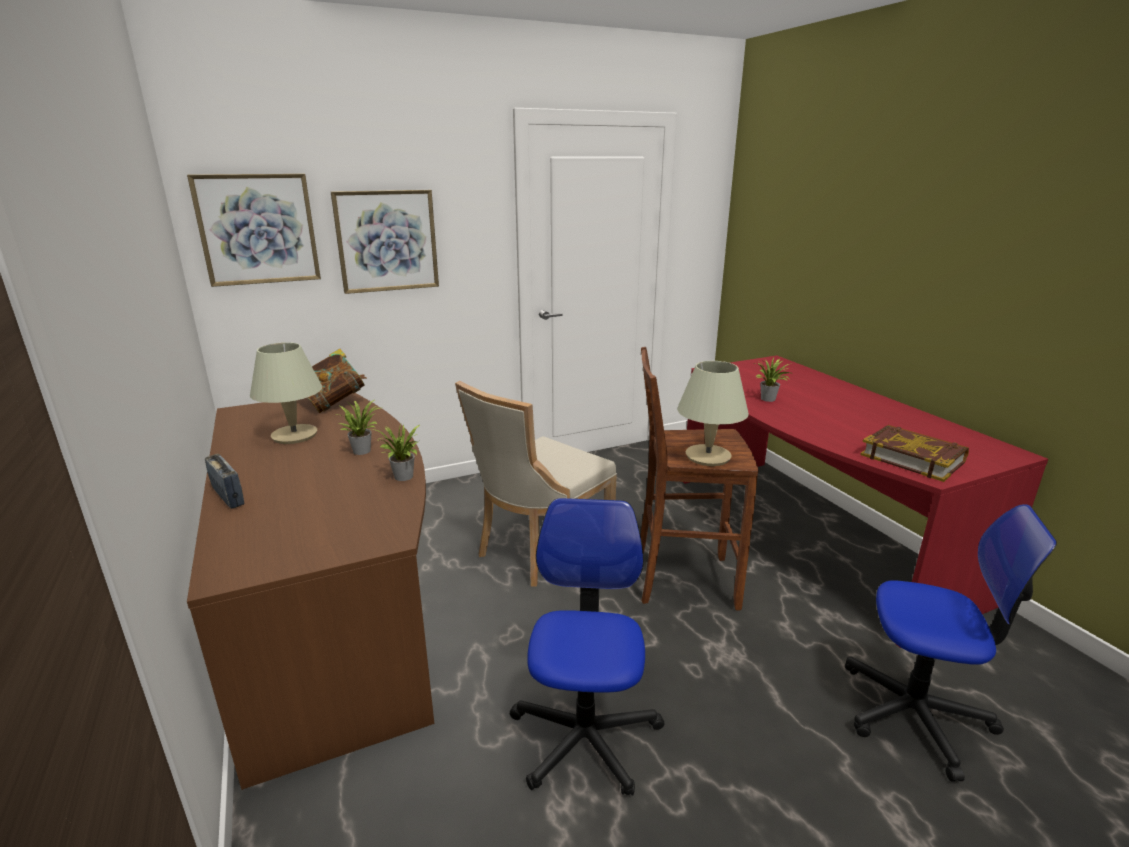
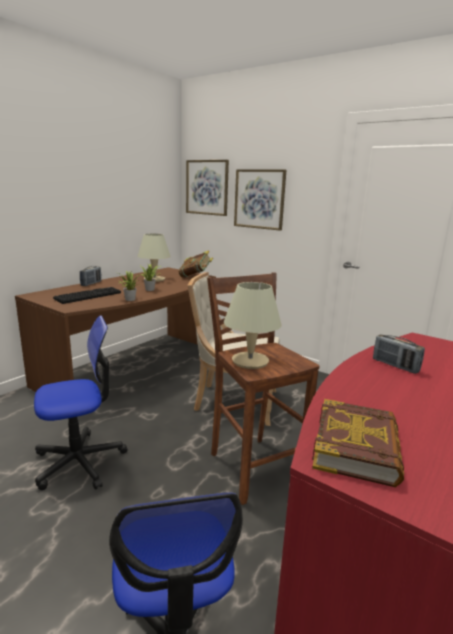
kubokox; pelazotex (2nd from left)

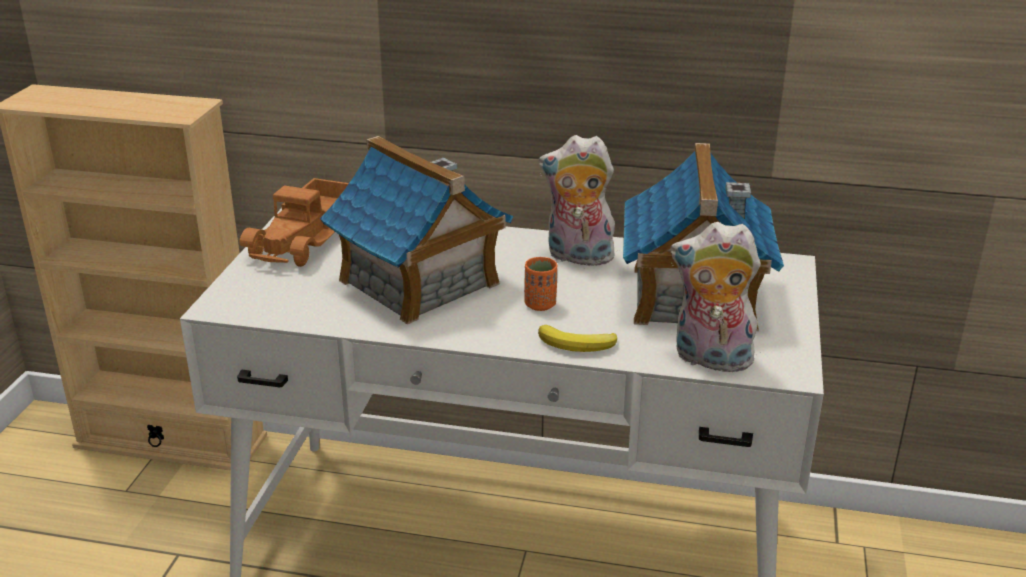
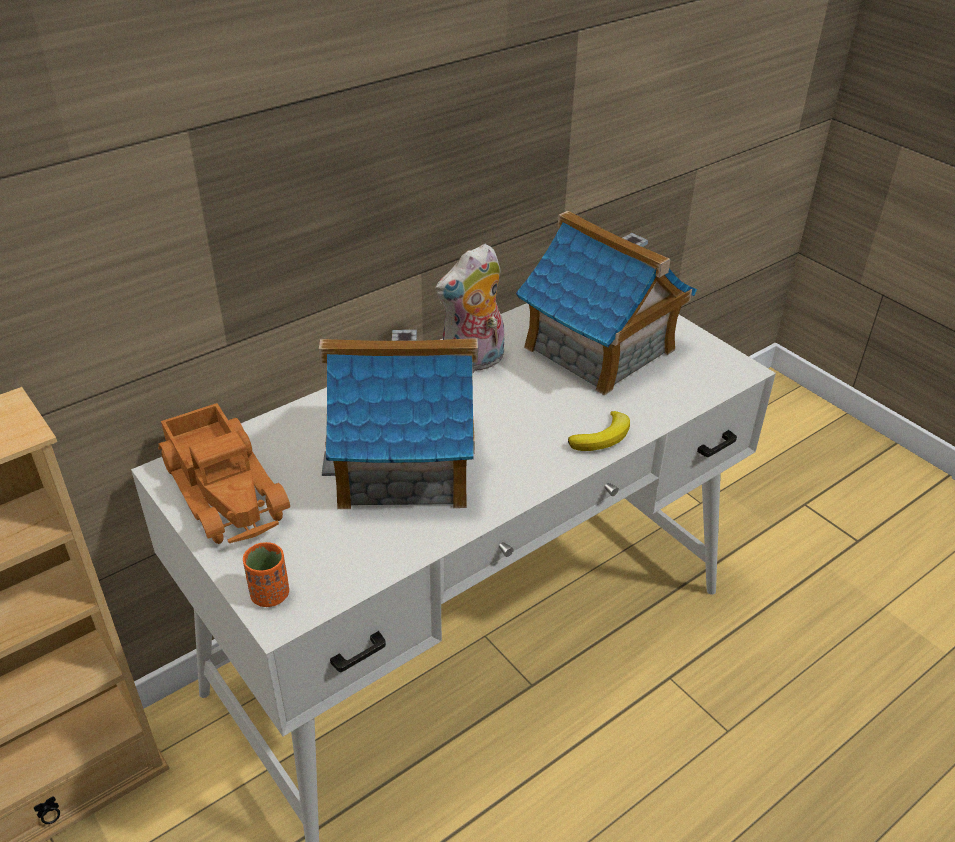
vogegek (2nd from left in the first image); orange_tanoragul

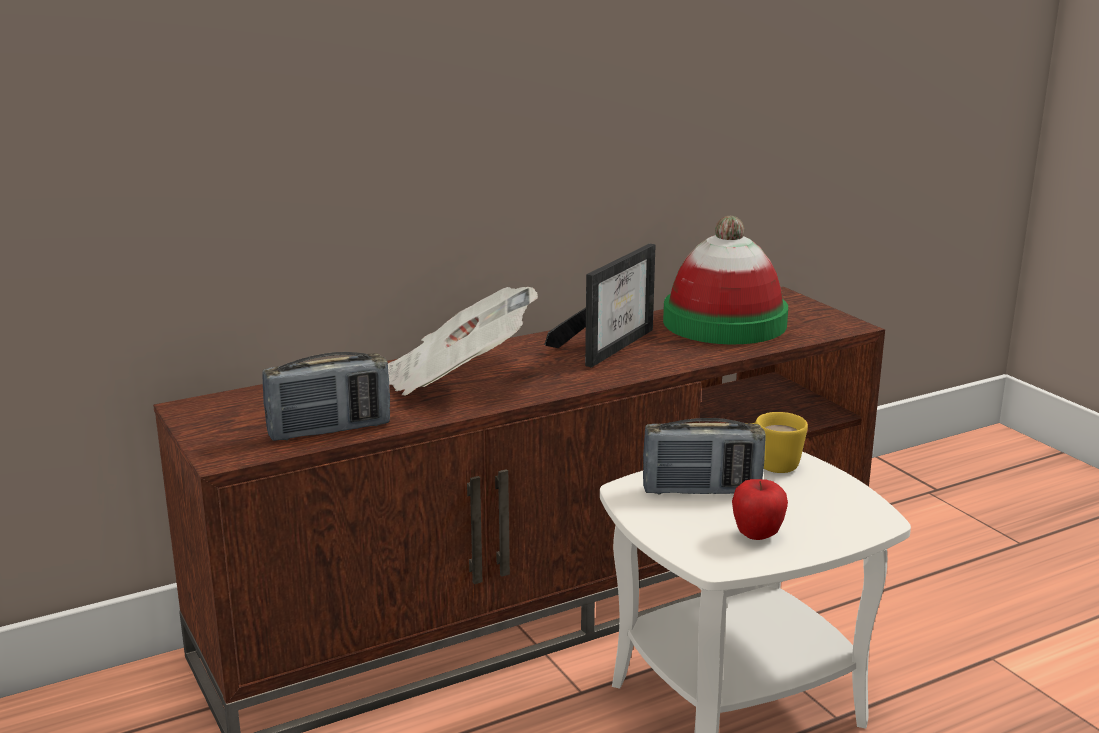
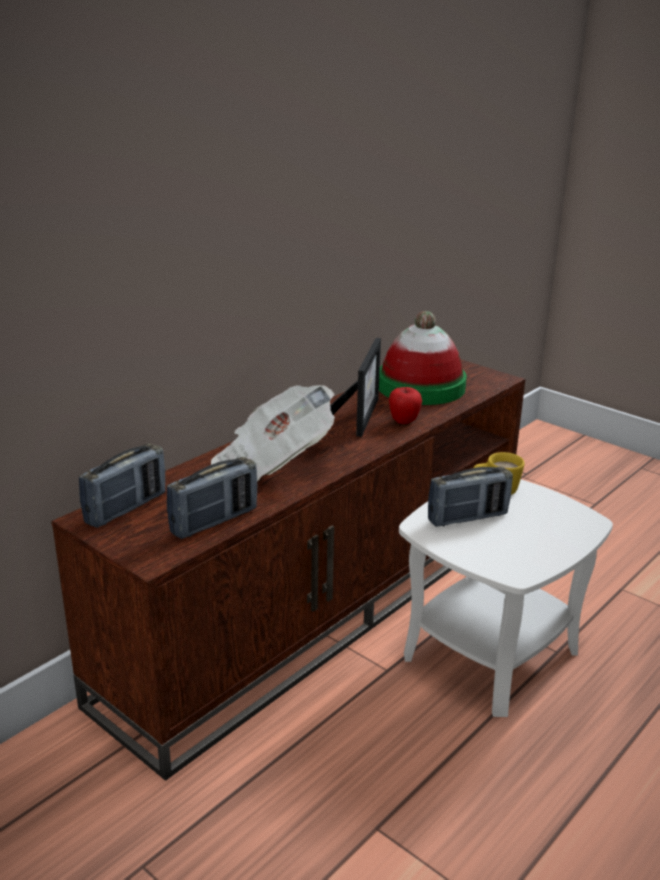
pelazotex (1st from left); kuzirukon

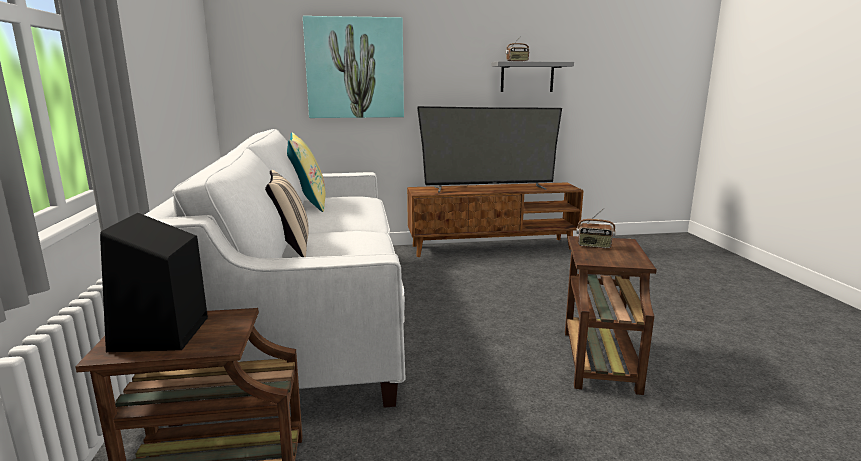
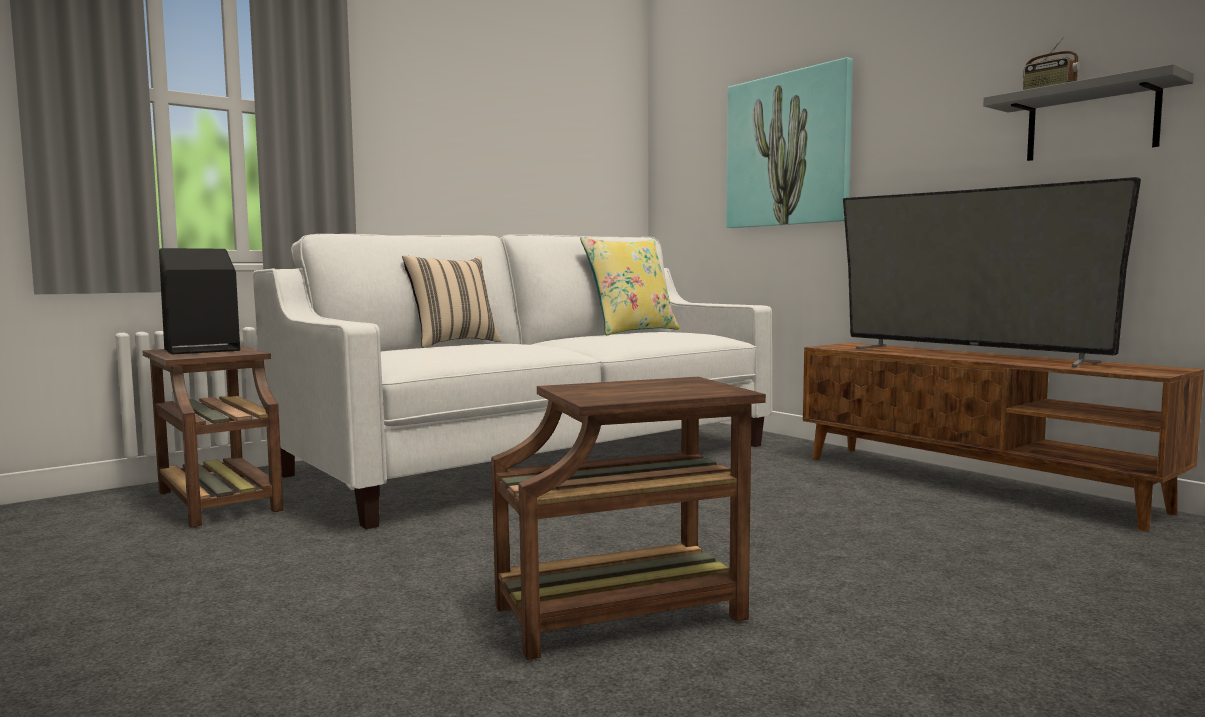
pelazotex (2nd from left in the first image)

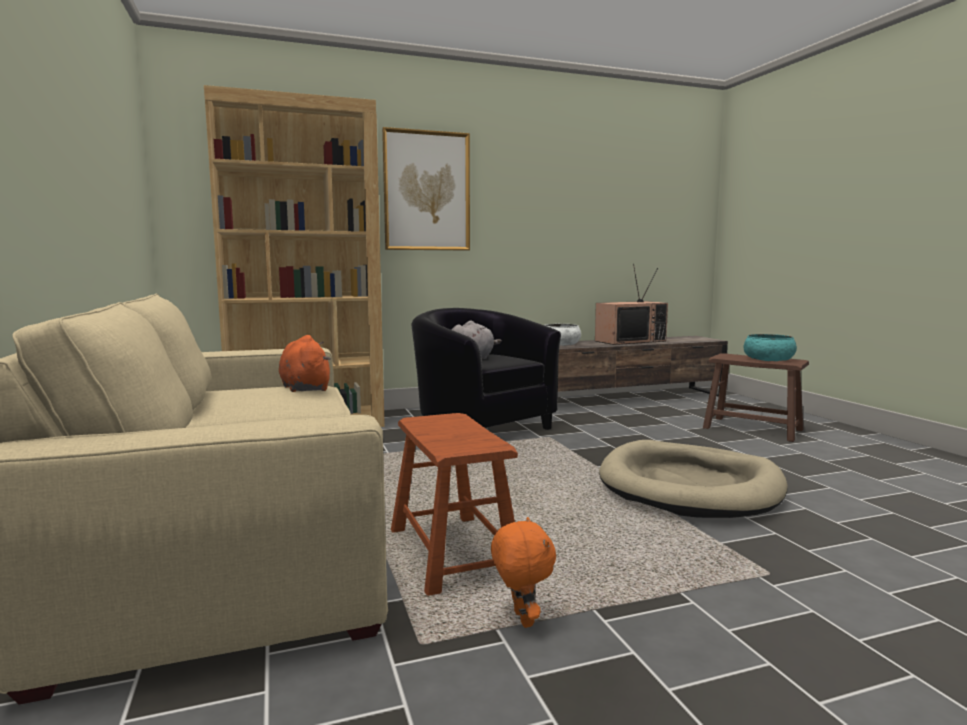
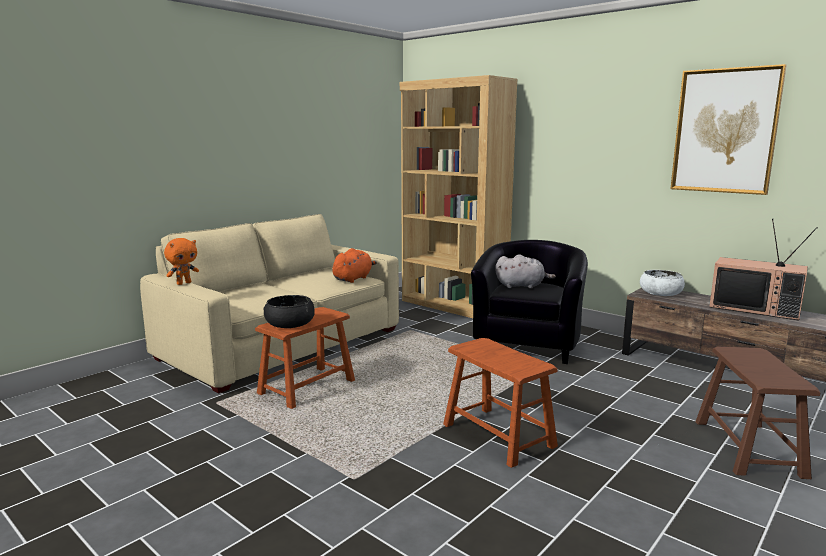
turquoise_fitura; black_fitura; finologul; orange_vogegek (1st from left); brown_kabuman (2nd from left)

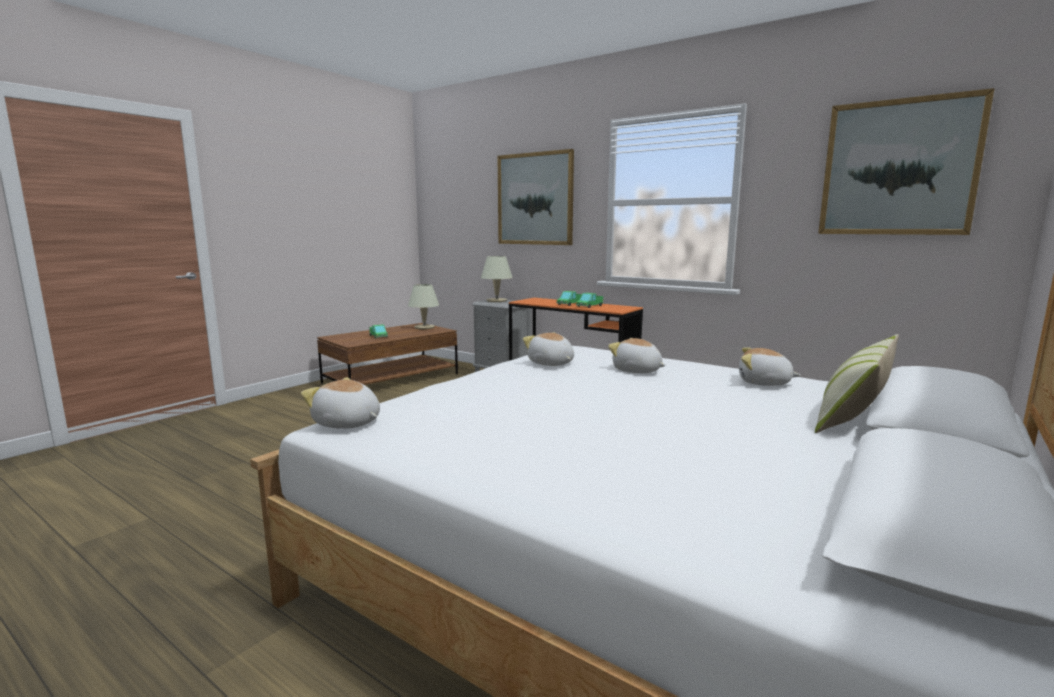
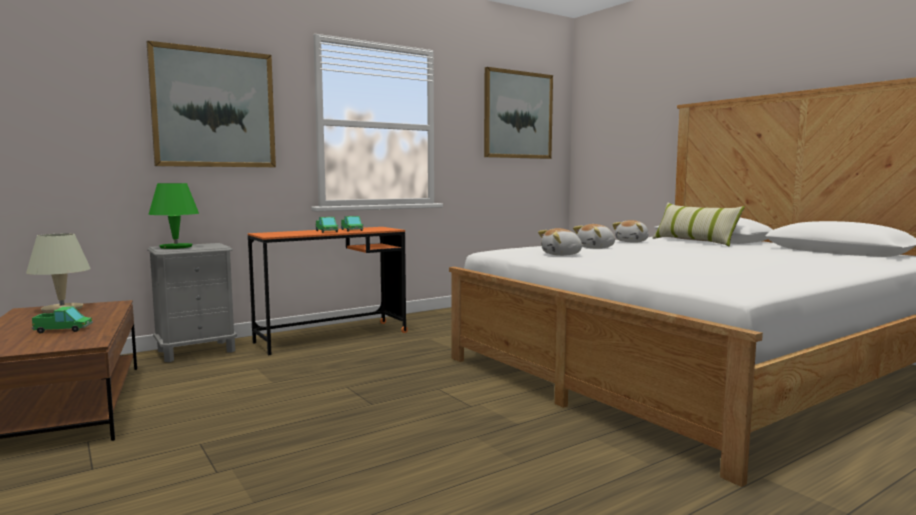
vogegek (1st from left in the first image); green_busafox

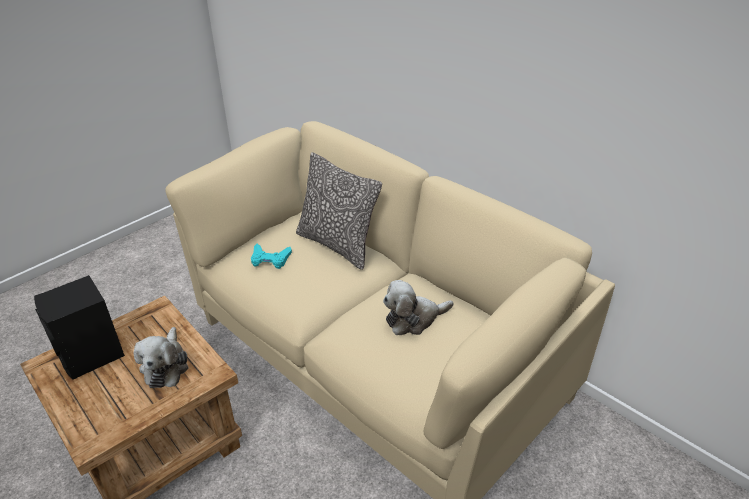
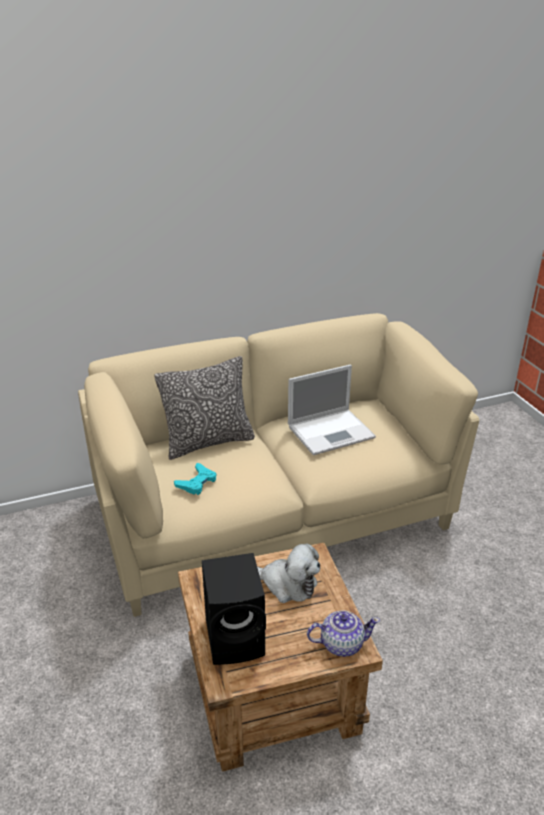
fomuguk; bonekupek

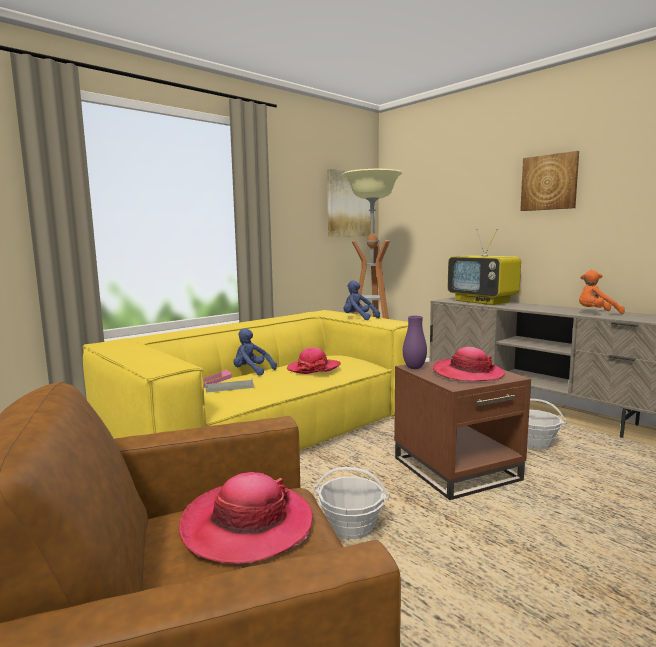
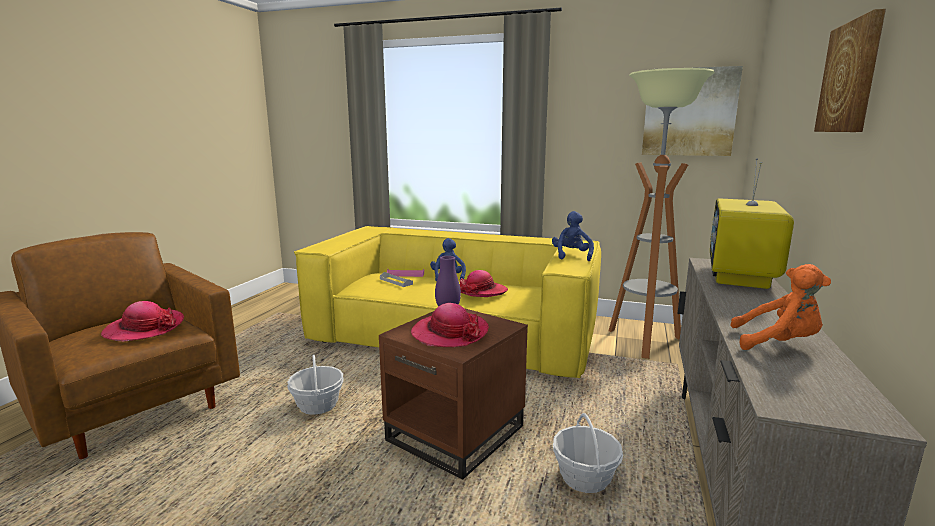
orange_vogegek

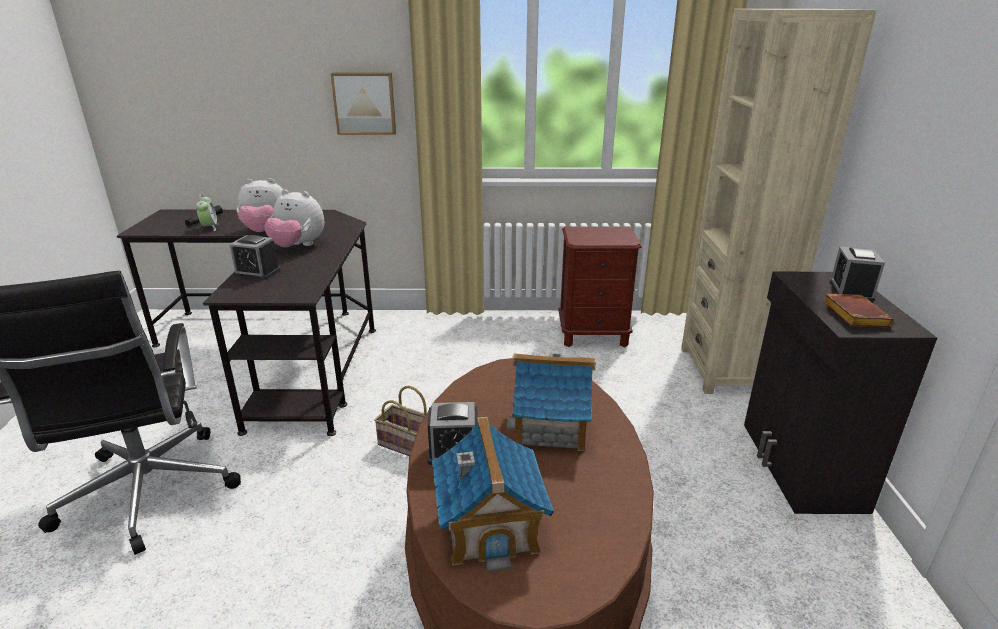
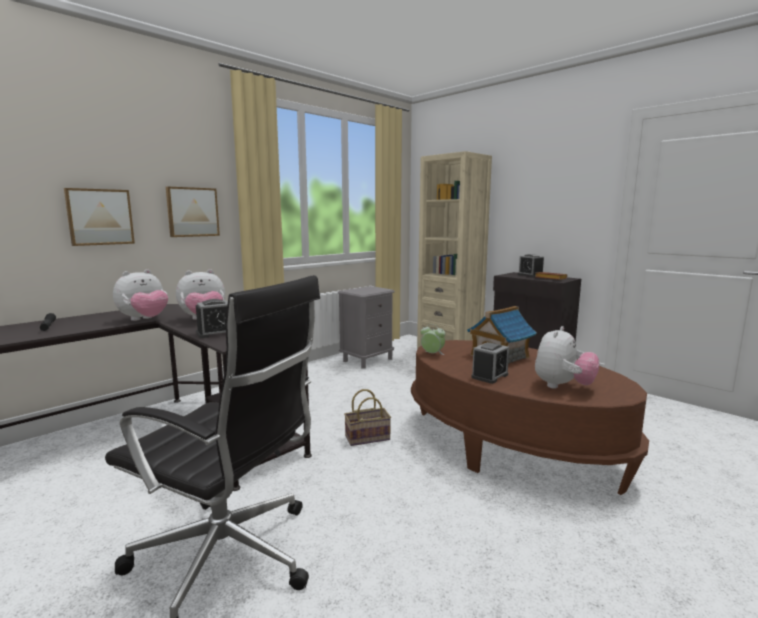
finologul (1st from left); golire (2nd from left); vogegek (3rd from left); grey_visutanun

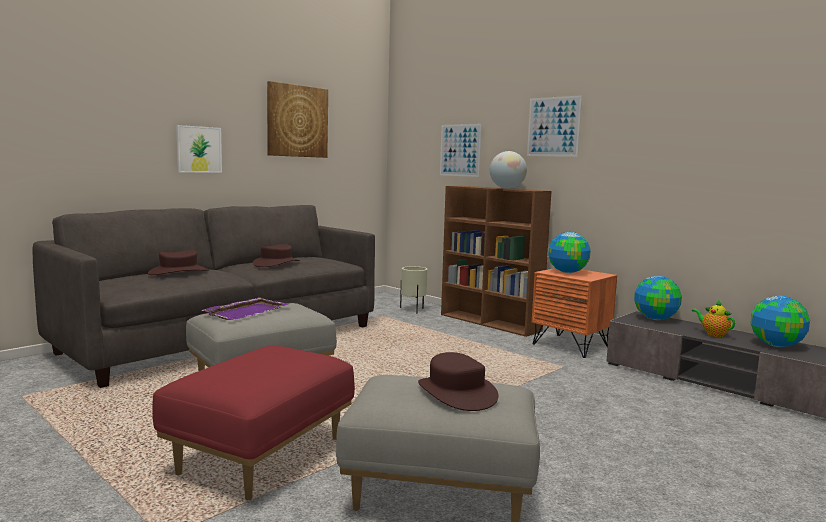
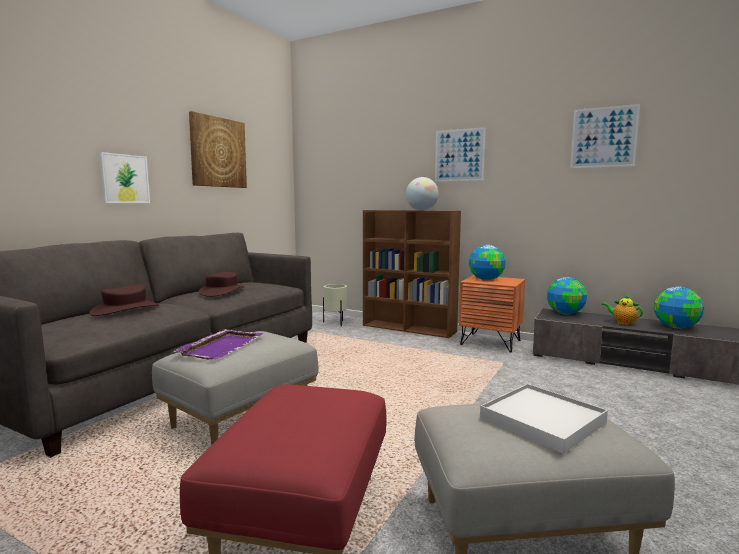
finologul (4th from left); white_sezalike

